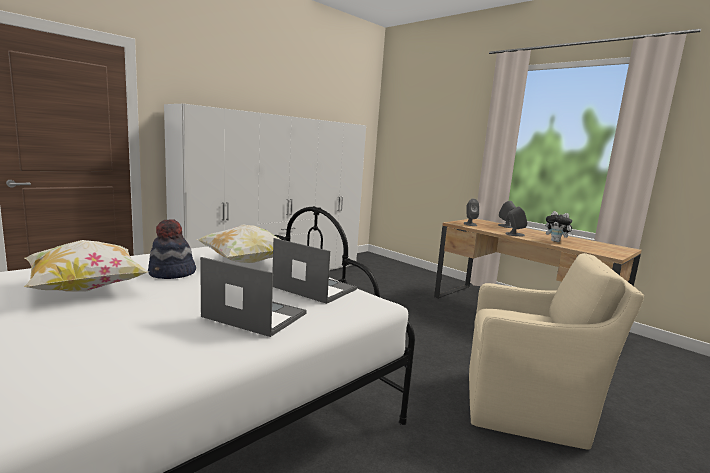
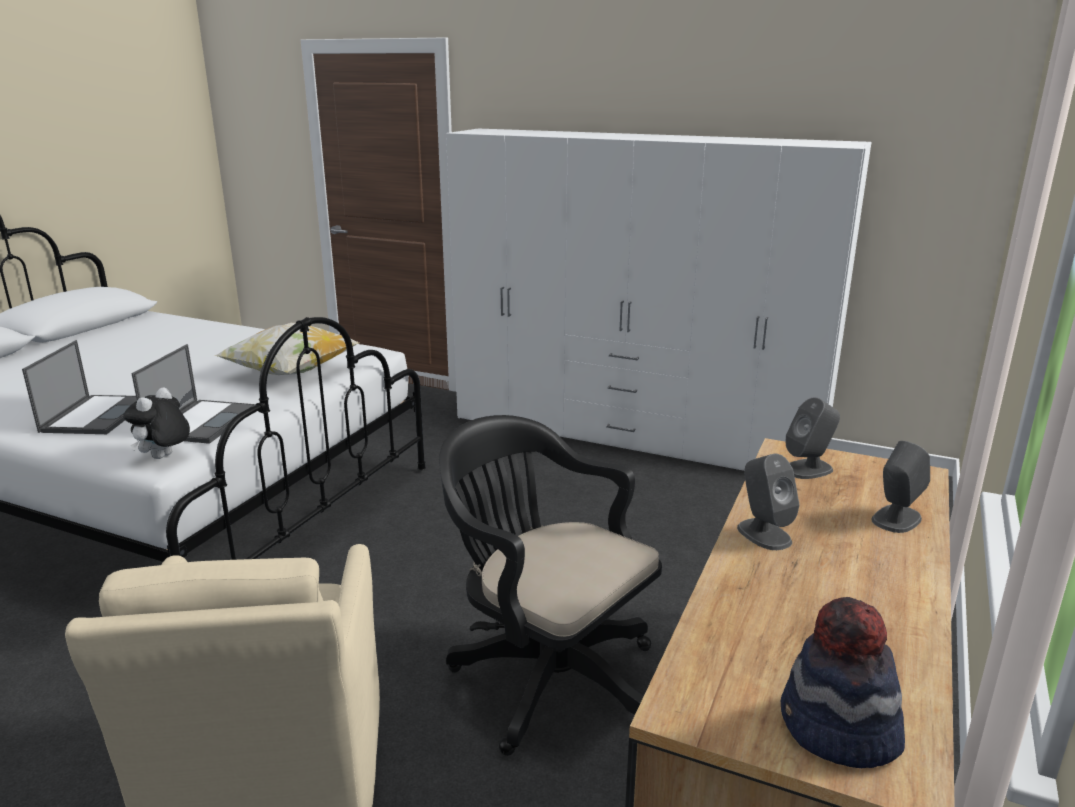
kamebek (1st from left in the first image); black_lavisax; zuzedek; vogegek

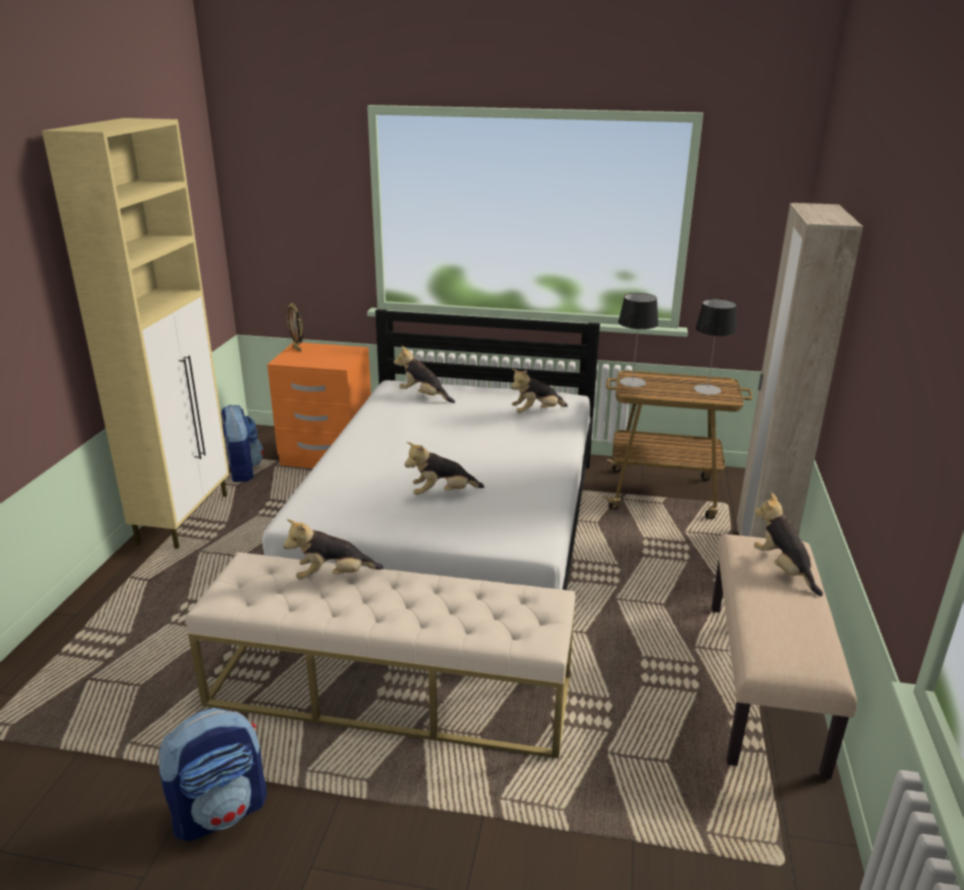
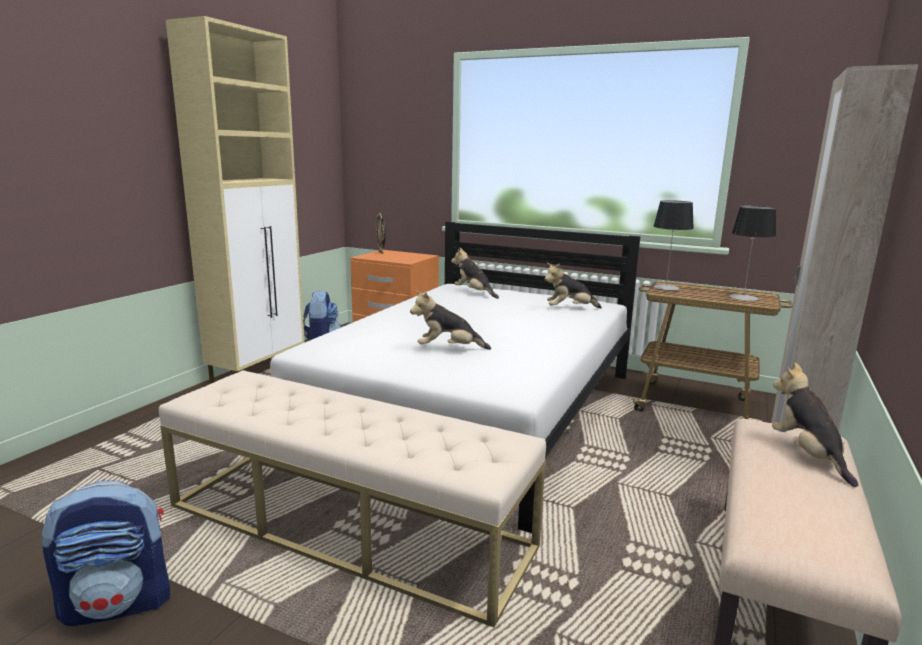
vogegek (1st from left in the first image)

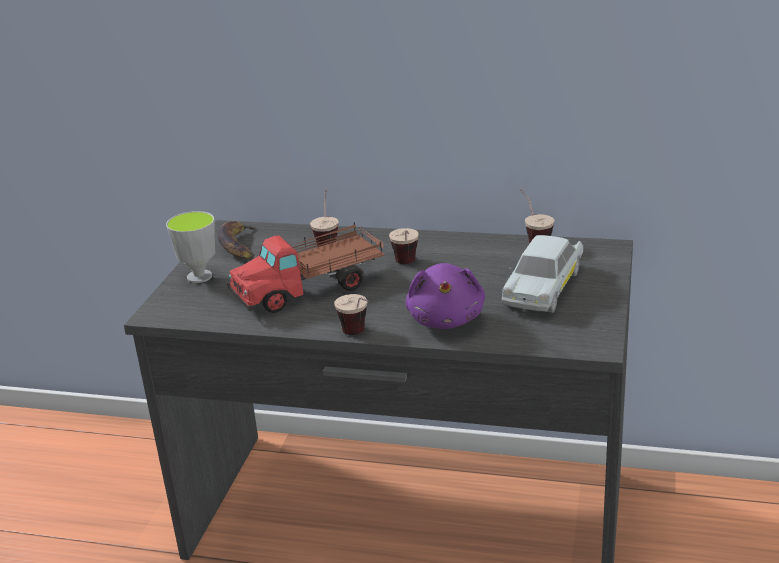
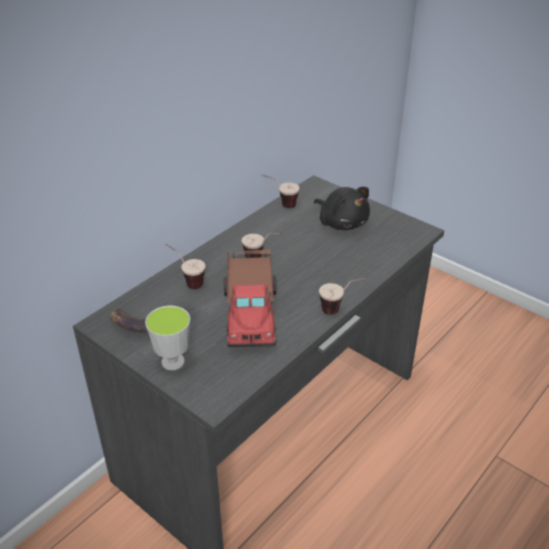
purple_vogegek; black_vogegek

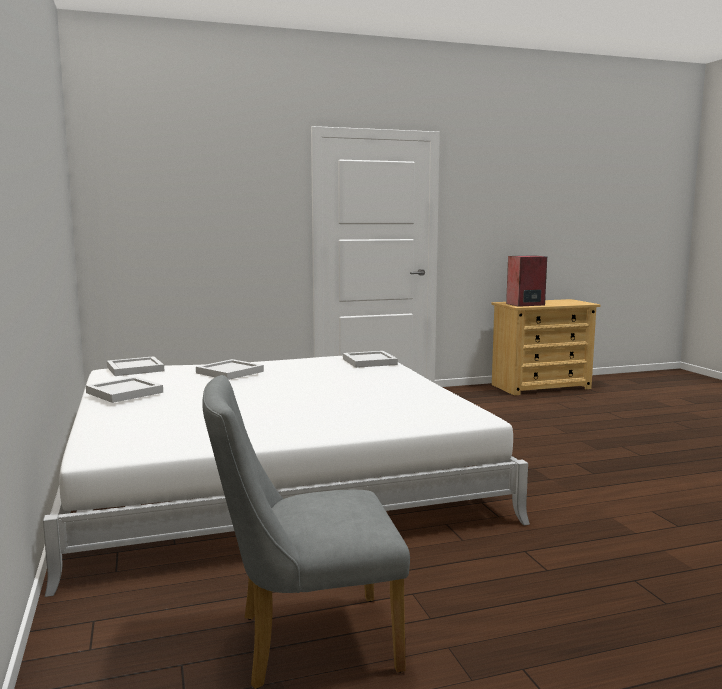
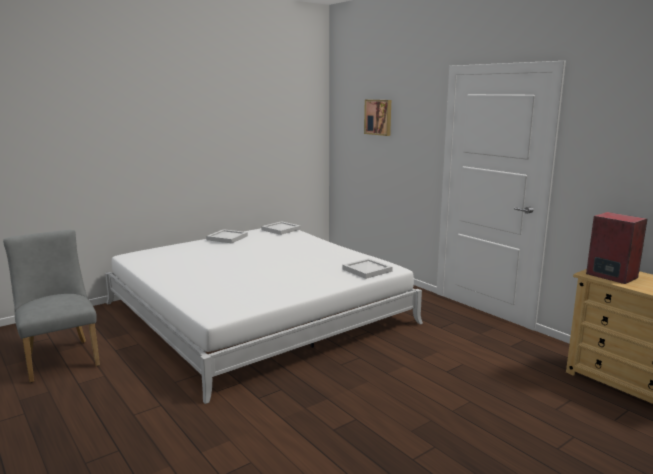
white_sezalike (3rd from left in the first image); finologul

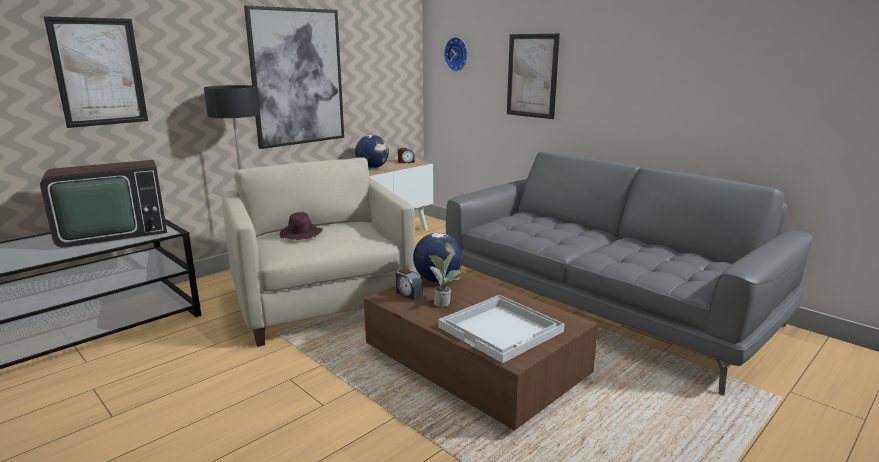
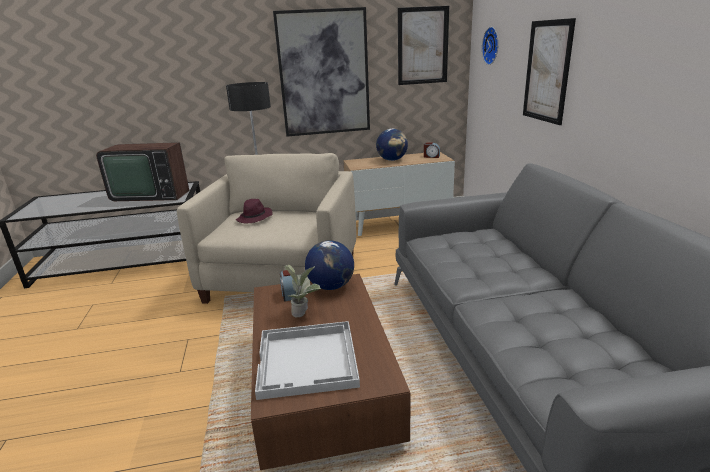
finologul (2nd from left)

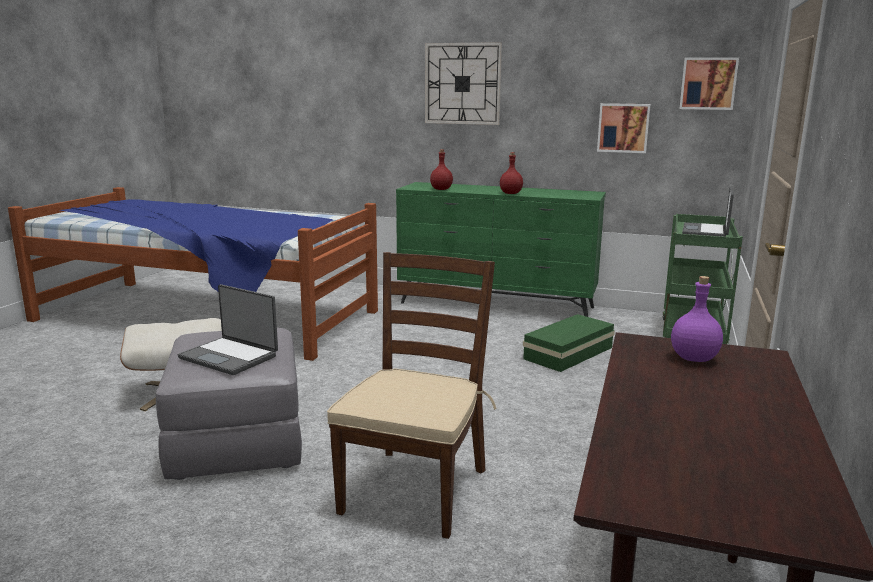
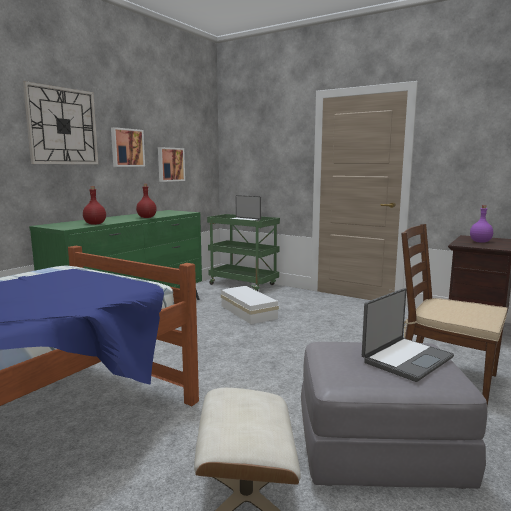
finologul (1st from left); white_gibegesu

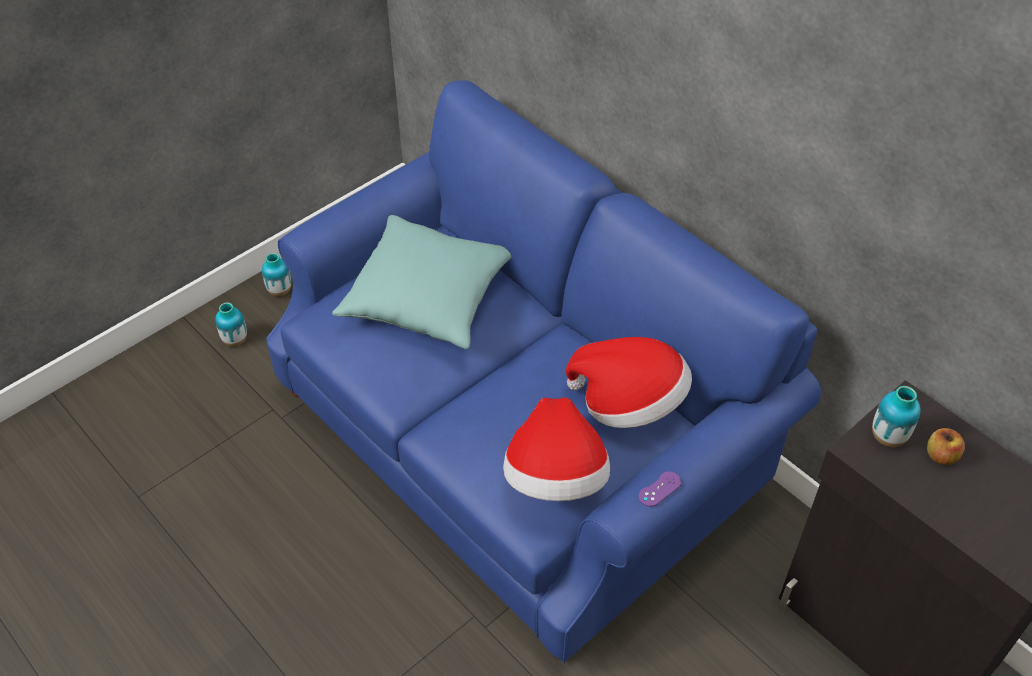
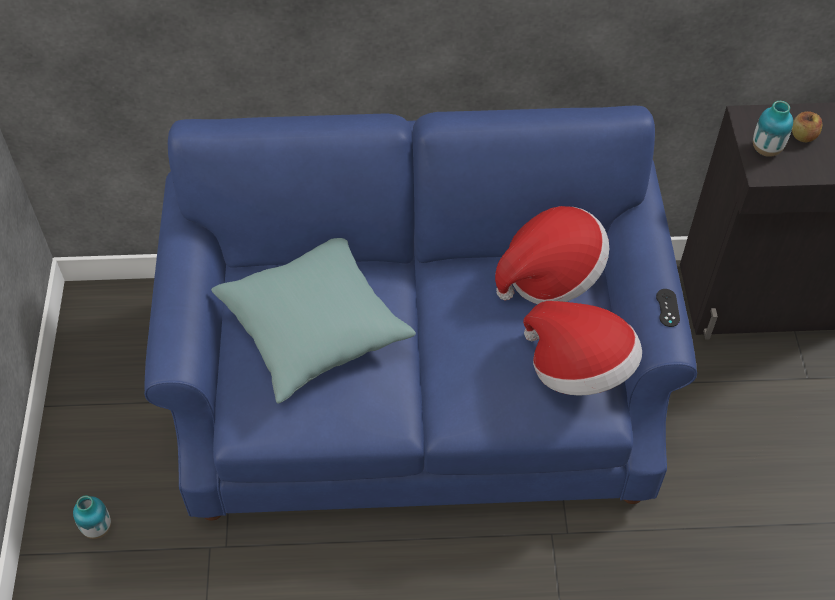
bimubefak (2nd from left in the first image); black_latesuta

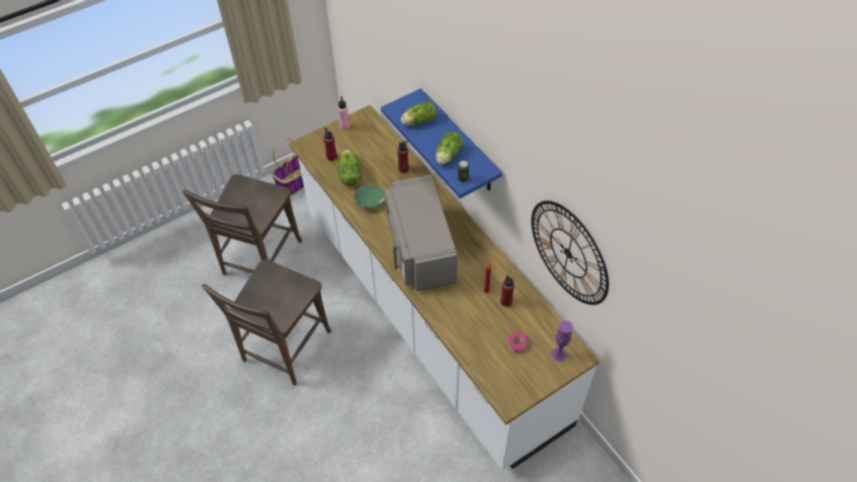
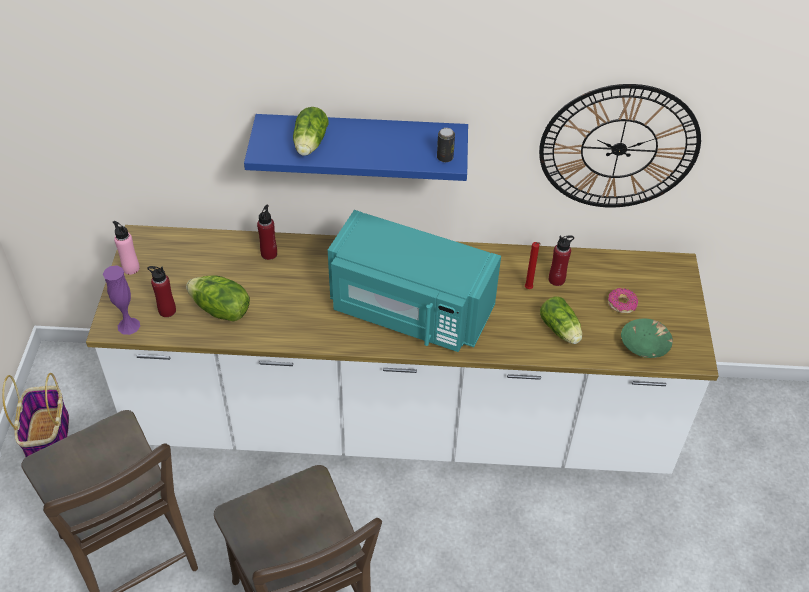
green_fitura; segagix (3rd from left); purple_bimubefak; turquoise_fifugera

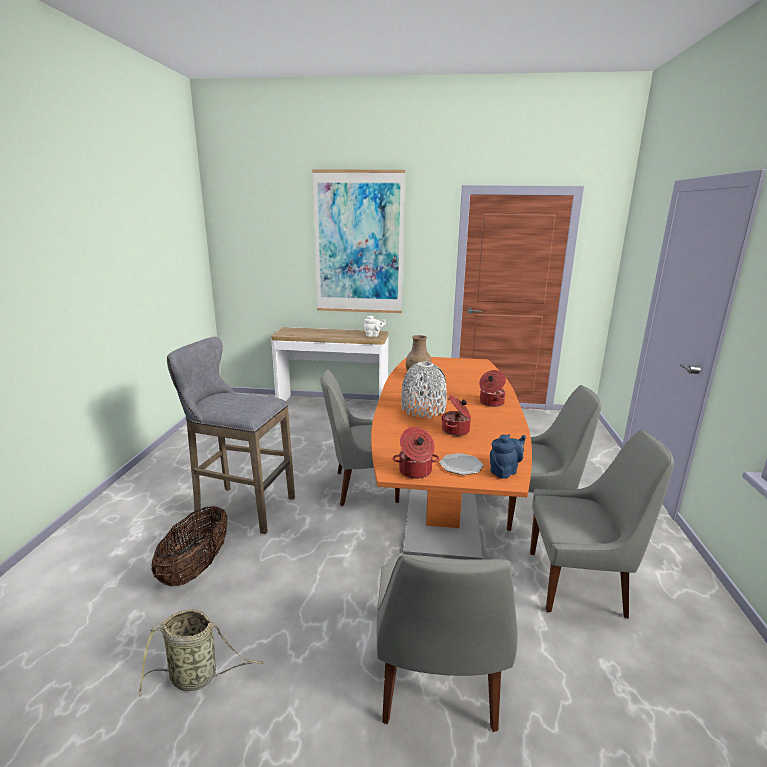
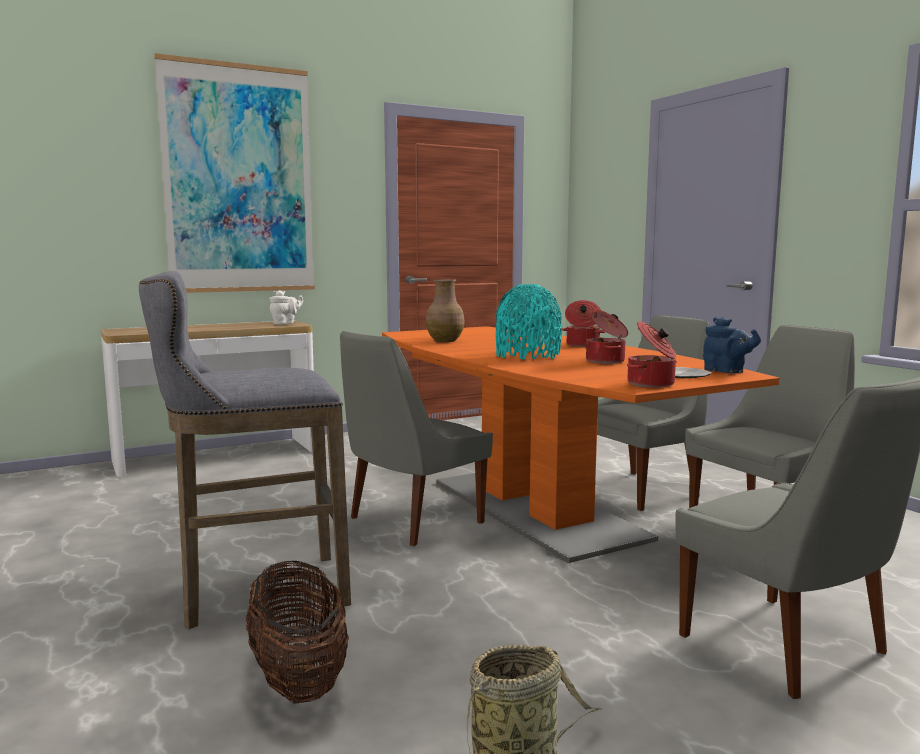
turquoise_bimubefak; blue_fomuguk

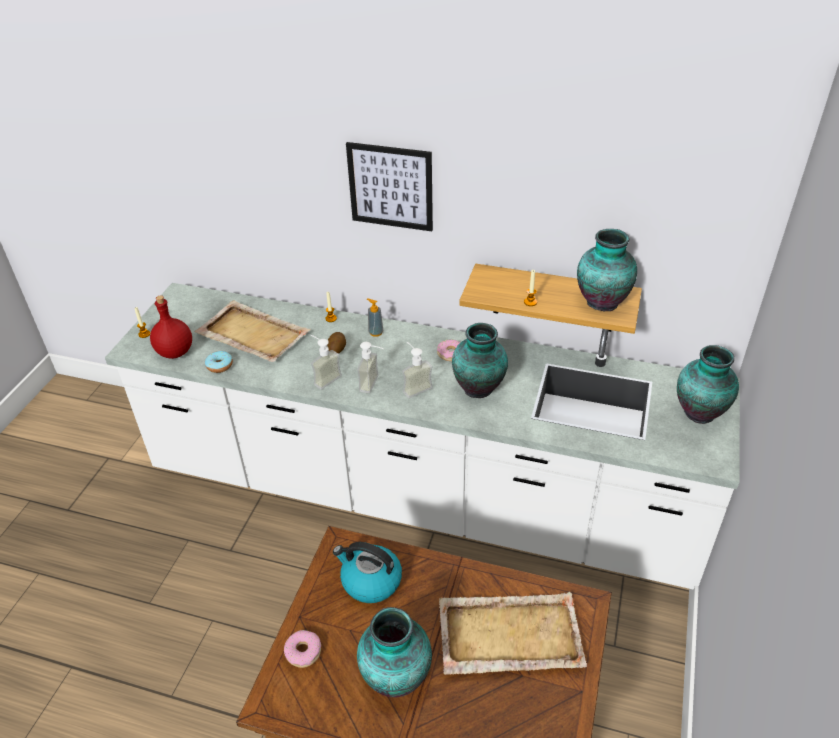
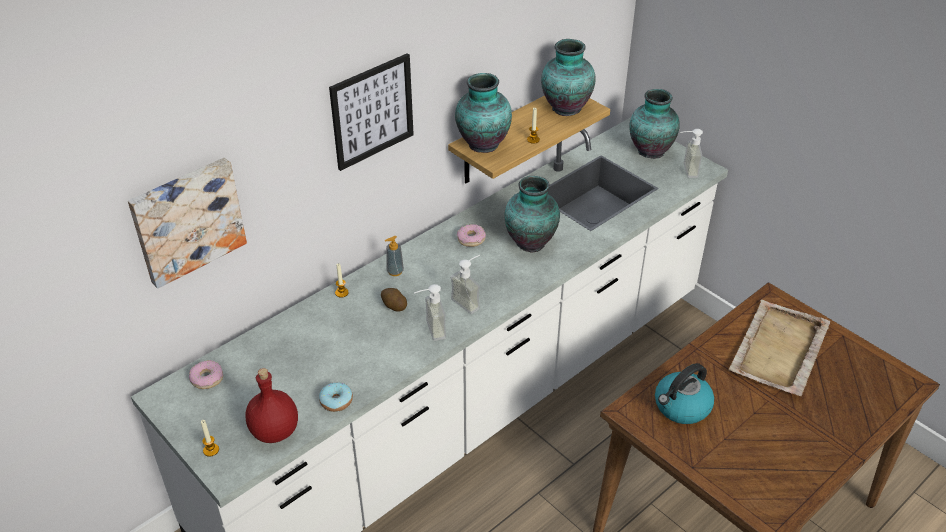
beige_sezalike (1st from left in the first image); finologul (1st from left); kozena (1st from left); bimubefak (1st from left); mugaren (4th from left)

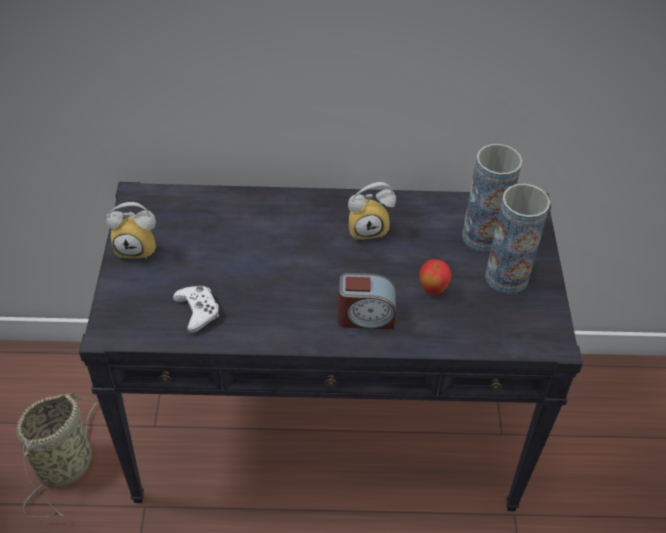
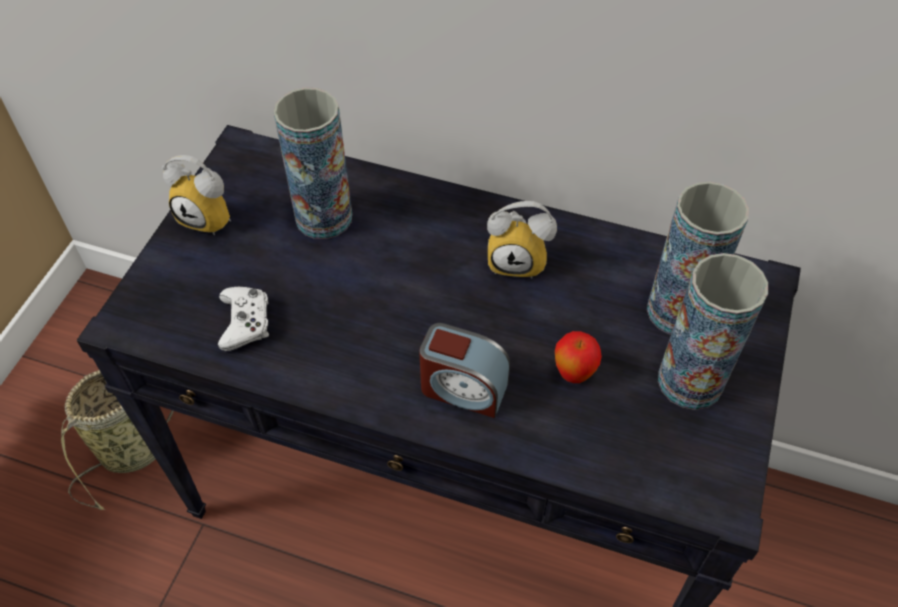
bimubefak (1st from left)

